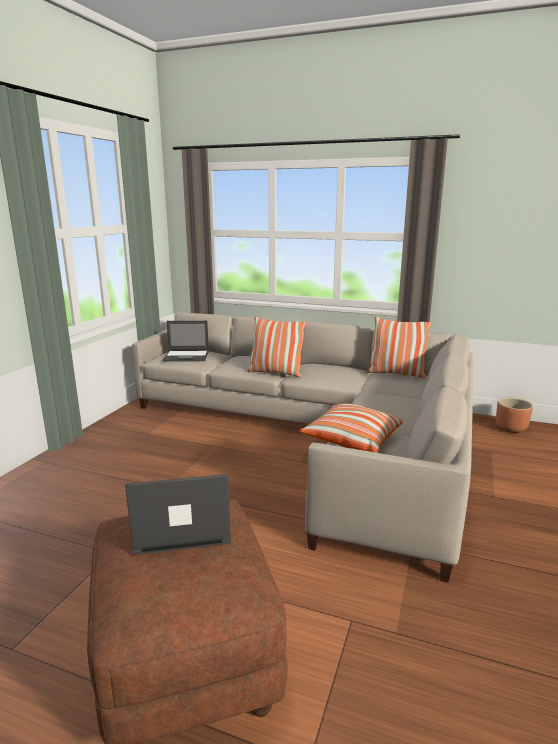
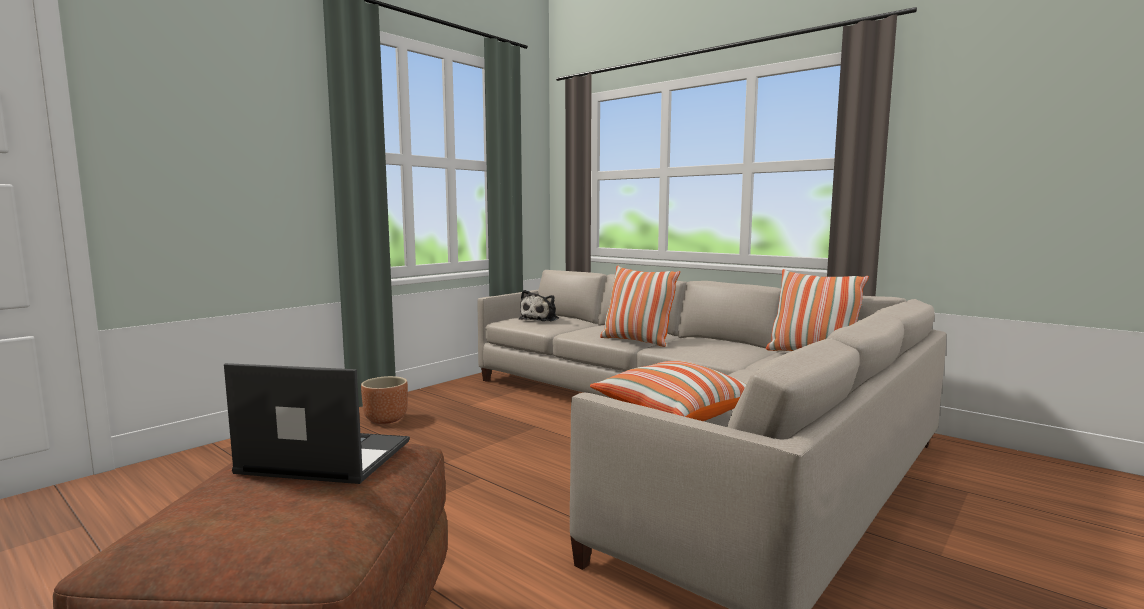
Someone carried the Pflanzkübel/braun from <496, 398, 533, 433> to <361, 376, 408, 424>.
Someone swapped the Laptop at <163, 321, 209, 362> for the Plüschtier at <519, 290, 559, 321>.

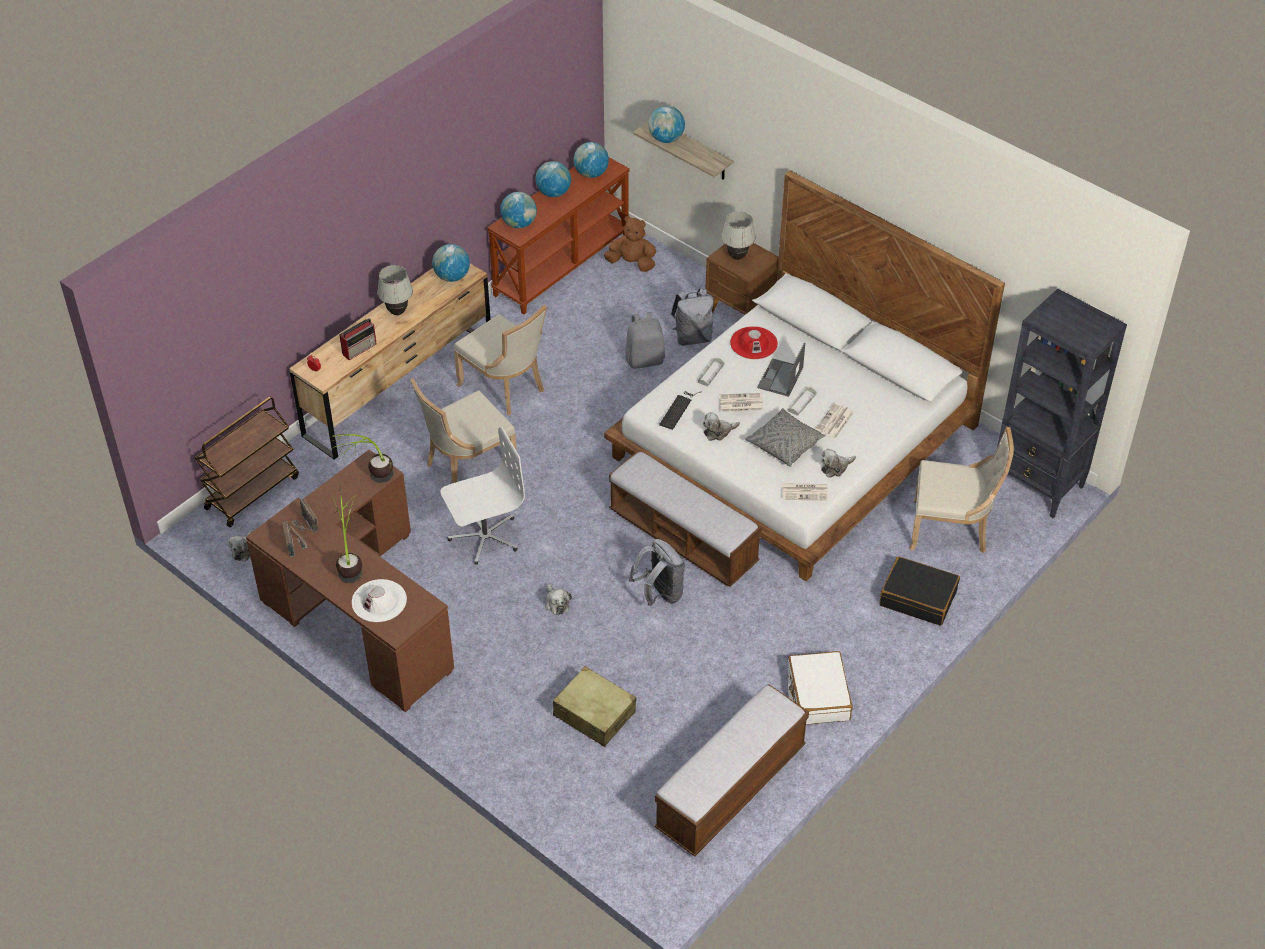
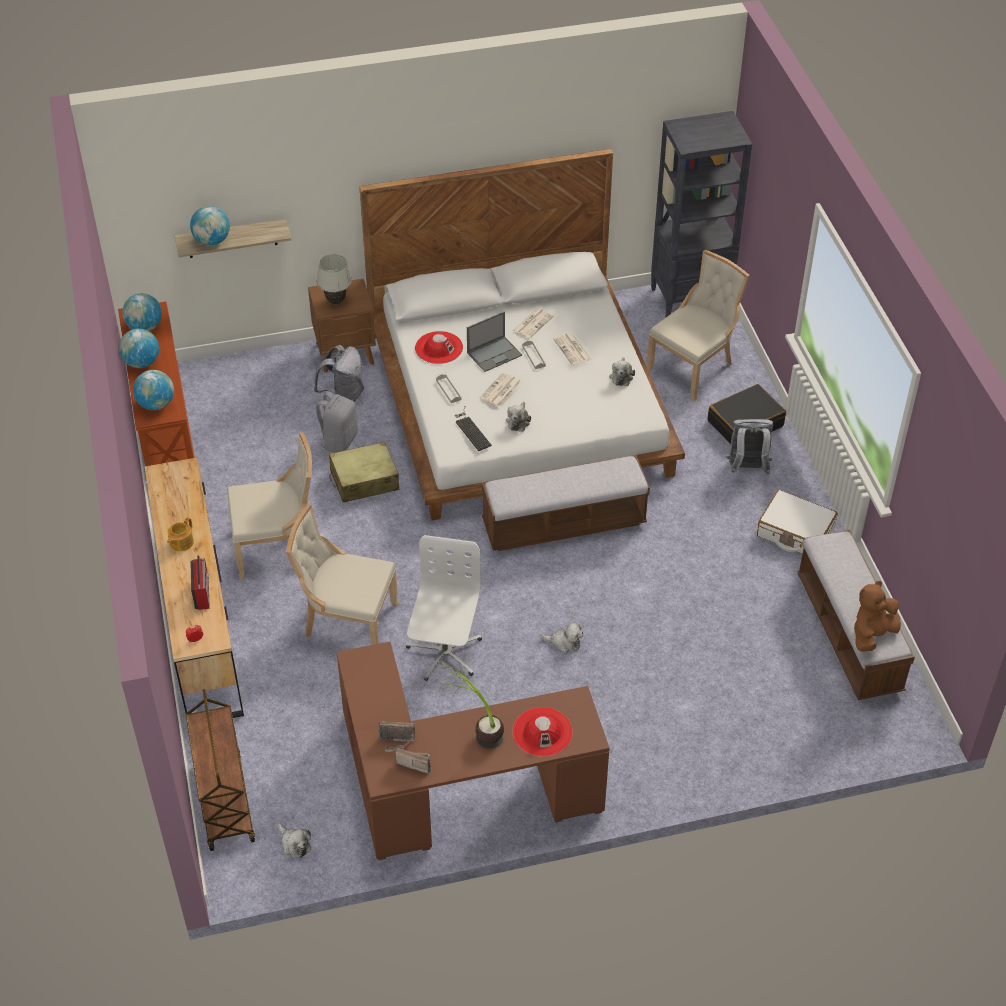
Someone swapped the Tischlampe/weiß at <377, 265, 413, 315> for the Teekanne at <167, 517, 194, 551>.
Someone rotated the Stuhl/beige at <410, 378, 516, 483> by 105 degrees clockwise.
Someone carried the Koffer/beige from <553, 666, 637, 747> to <329, 442, 399, 503>.
Someone rotated the Laptop at <757, 343, 805, 397> by 90 degrees counterclockwise.
Someone repainted the Hut/weiß at <352, 579, 407, 622>, which became the Hut/rot at <512, 707, 573, 757>.
Someone carried the Zeitung from <783, 483, 828, 501> to <513, 308, 554, 339>.
Someone carried the Rucksack/grau from <629, 539, 685, 606> to <727, 419, 773, 475>.
Someone carried the Plüschtier/braun from <604, 216, 656, 272> to <854, 581, 901, 652>.
Someone took away the Topfpflanze at <329, 434, 394, 483>.
Someone took away the Globus at <432, 244, 470, 282>.
Someone took away the Kissen/grau at <745, 408, 826, 467>.

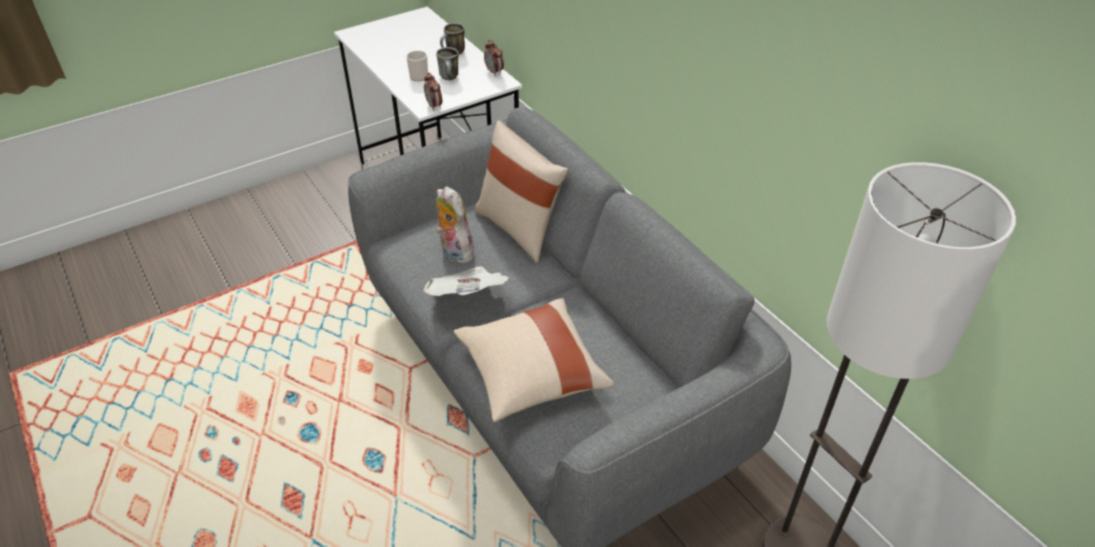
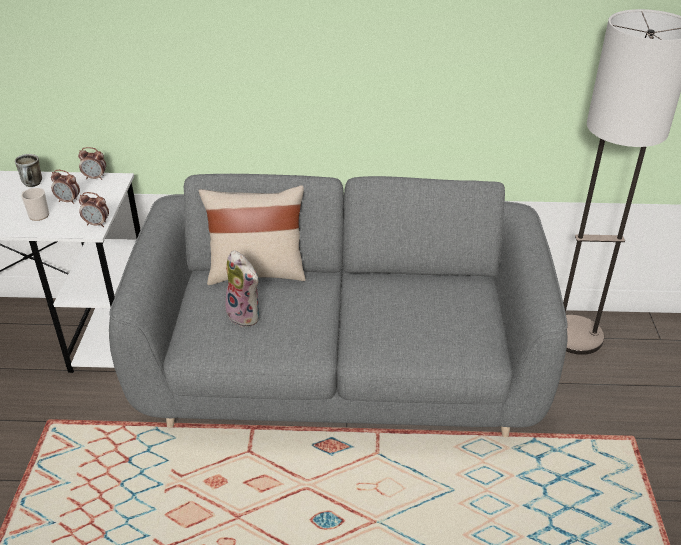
Someone swapped the Henkelbecher at <436, 47, 459, 80> for the Wecker at <51, 170, 80, 204>.
Someone rotated the Plüschtier at <436, 186, 474, 264> by 135 degrees counterclockwise.
Someone took away the Zeitung at <423, 266, 510, 296>.
Someone took away the Kissen/beige at <454, 298, 615, 422>.

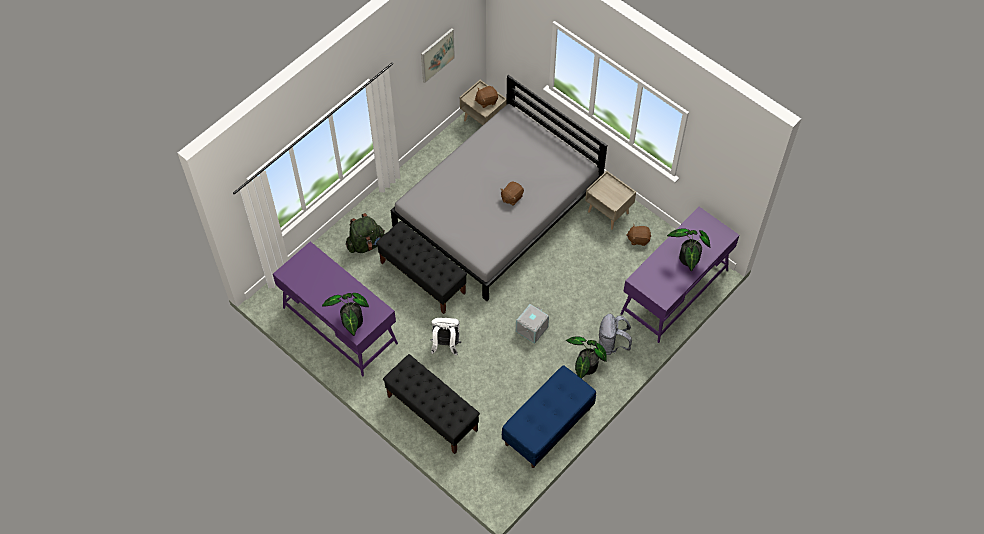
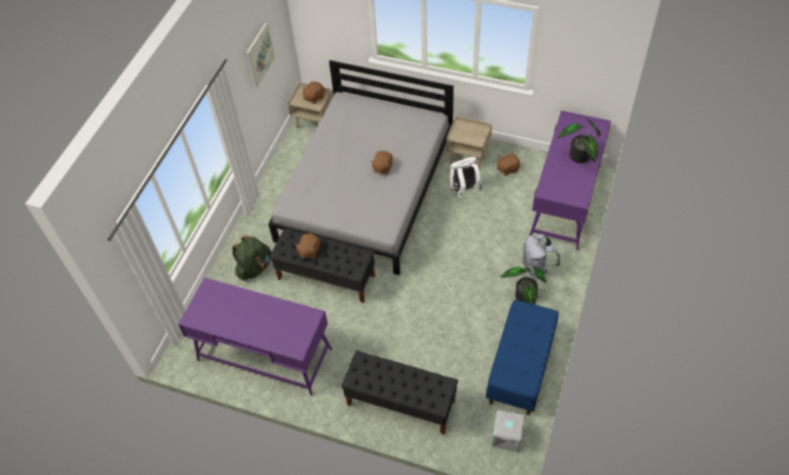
Someone put down the Plüschtier/braun at <295, 233, 320, 259>.
Someone carried the Rucksack/weiß from <430, 318, 461, 356> to <451, 157, 483, 198>.
Someone carried the Aufbewahrungsbox/grau from <516, 304, 549, 344> to <492, 410, 525, 452>.
Someone took away the Topfpflanze at <322, 293, 369, 336>.

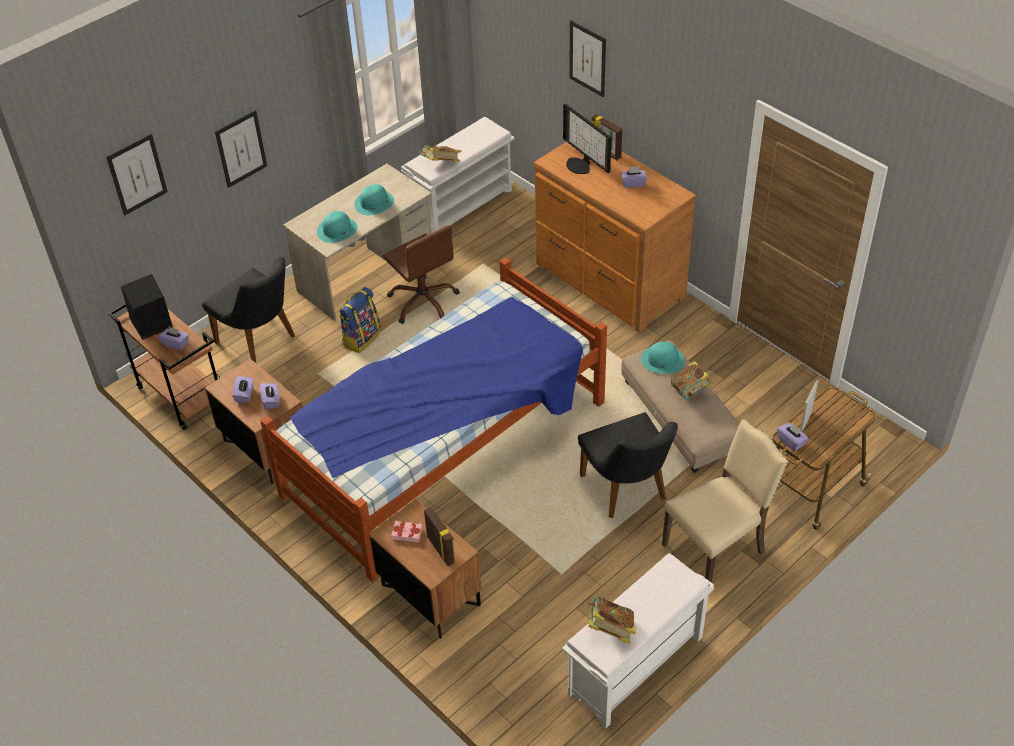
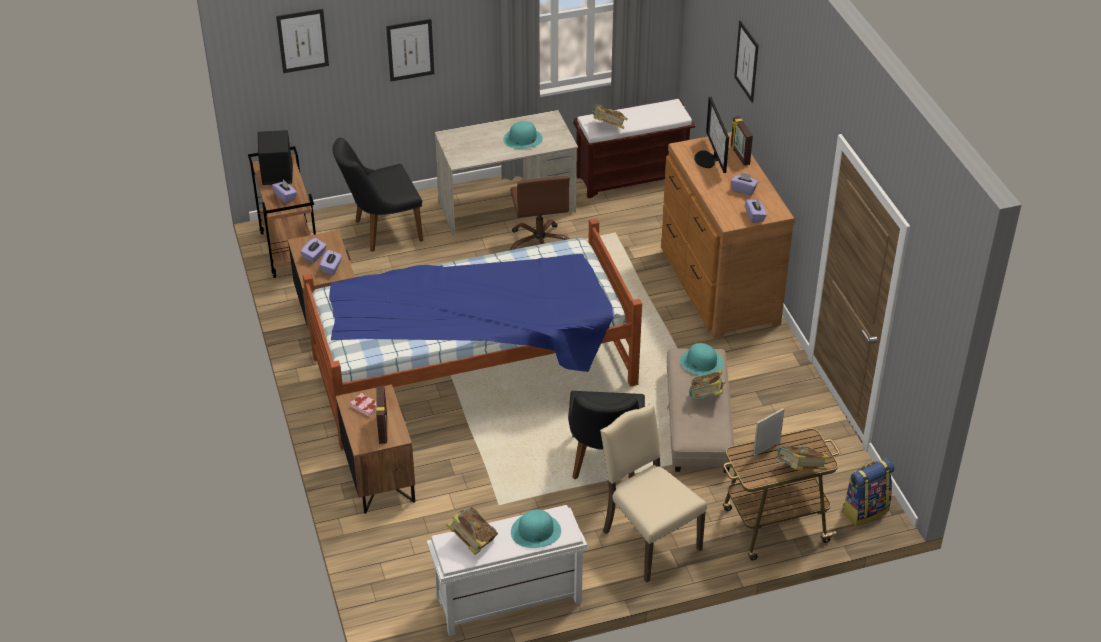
Someone rotated the Stuhl/schwarz at <202, 257, 295, 363> by 90 degrees clockwise.
Someone carried the Hut/türkis from <317, 211, 357, 243> to <511, 510, 561, 548>.
Someone repainted the Bank/weiß at <401, 117, 515, 233>, which became the Bank/braun at <573, 99, 695, 198>.
Someone rotated the Stuhl/beige at <662, 420, 788, 583> by 120 degrees counterclockwise.
Someone carried the Taschentuchbox/lila from <777, 423, 809, 451> to <745, 199, 767, 223>.
Someone put down the Buch at <776, 446, 830, 470>.
Someone carried the Rucksack from <339, 287, 381, 353> to <842, 458, 894, 526>.

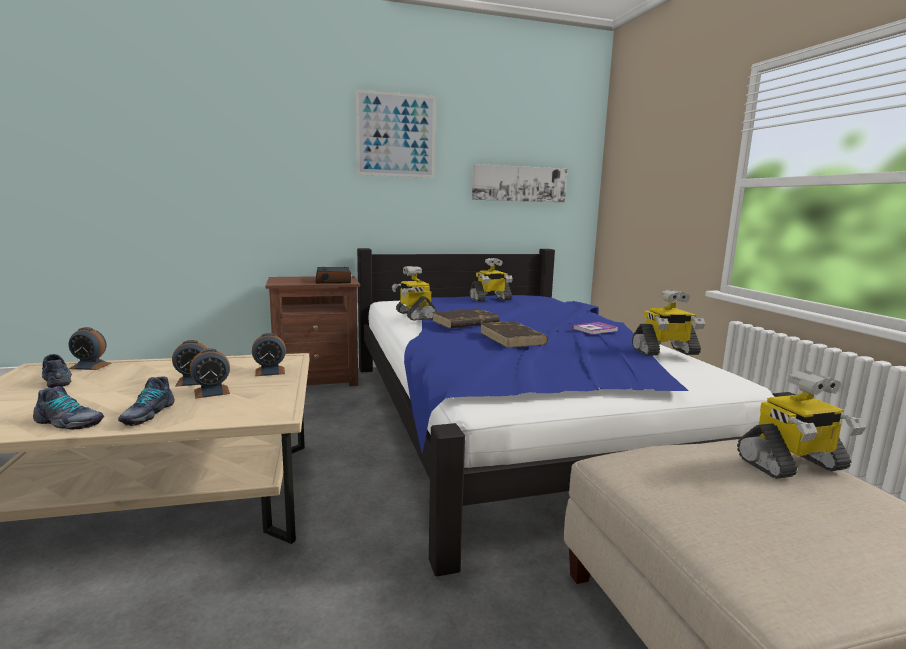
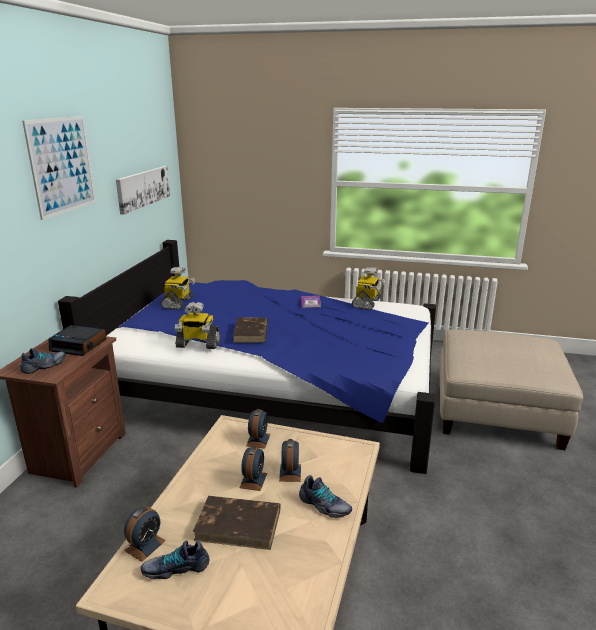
Someone carried the Schuh from <33, 386, 104, 430> to <20, 348, 66, 374>.
Someone carried the Buch/braun from <480, 321, 548, 348> to <193, 496, 281, 550>.
Someone took away the Spielzeugroboter at <737, 370, 866, 479>.

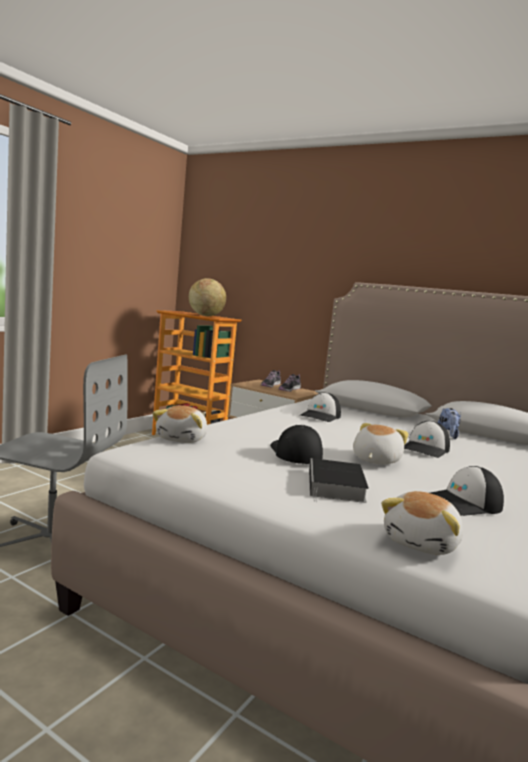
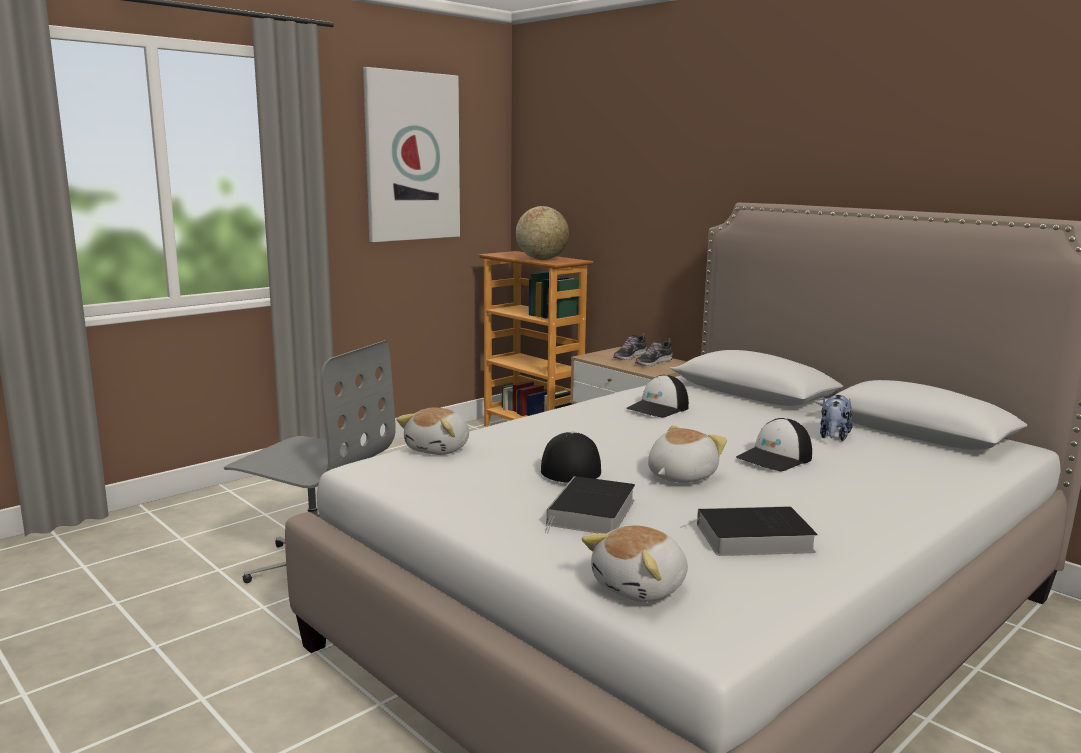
Someone put up the Bild at <363, 67, 460, 242>.
Someone swapped the Kappe at <431, 466, 504, 516> for the Buch at <681, 506, 818, 556>.

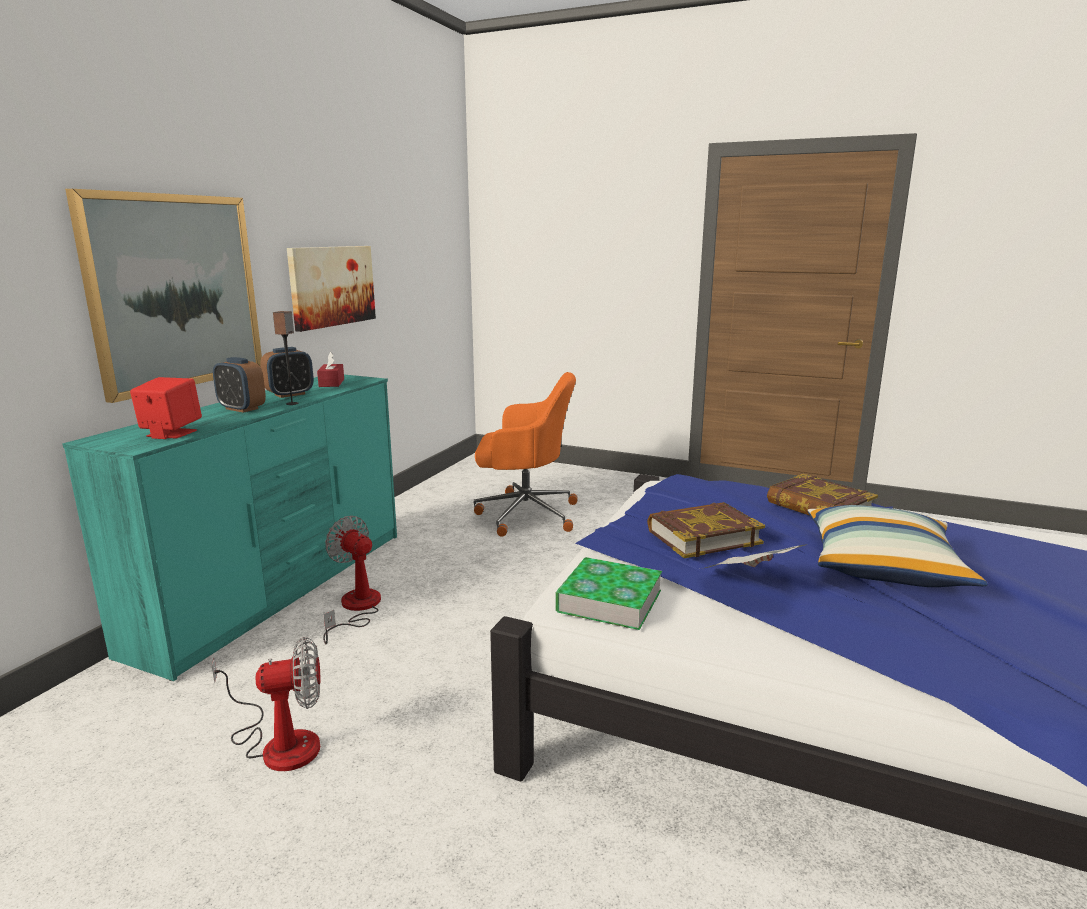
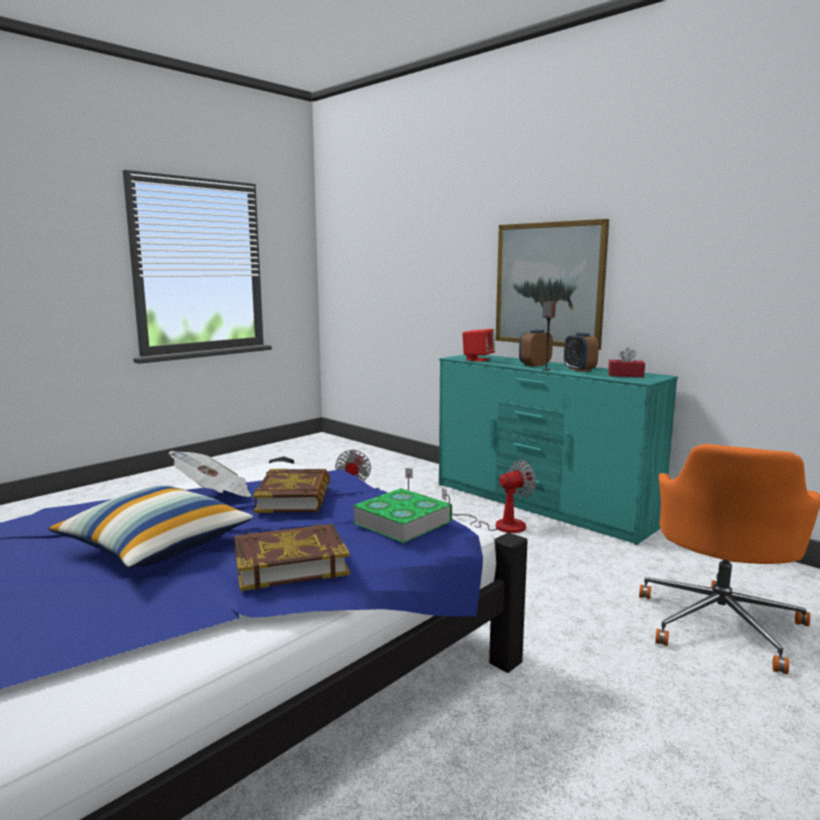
Someone carried the Buch from <555, 557, 662, 630> to <353, 488, 452, 543>.
Someone took away the Bild at <287, 246, 376, 332>.

